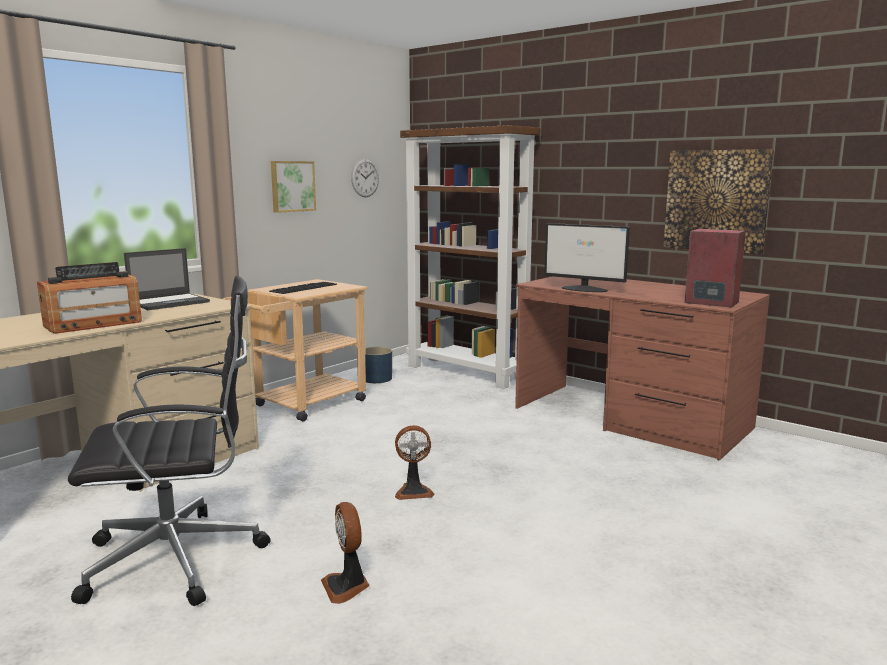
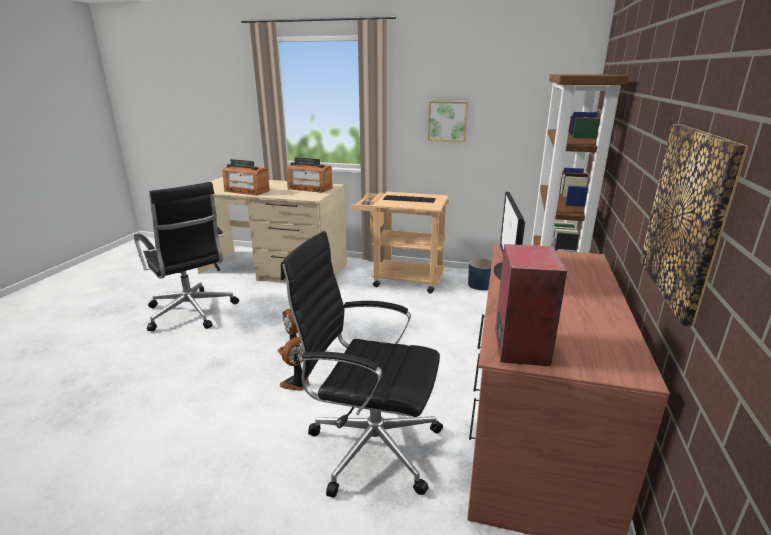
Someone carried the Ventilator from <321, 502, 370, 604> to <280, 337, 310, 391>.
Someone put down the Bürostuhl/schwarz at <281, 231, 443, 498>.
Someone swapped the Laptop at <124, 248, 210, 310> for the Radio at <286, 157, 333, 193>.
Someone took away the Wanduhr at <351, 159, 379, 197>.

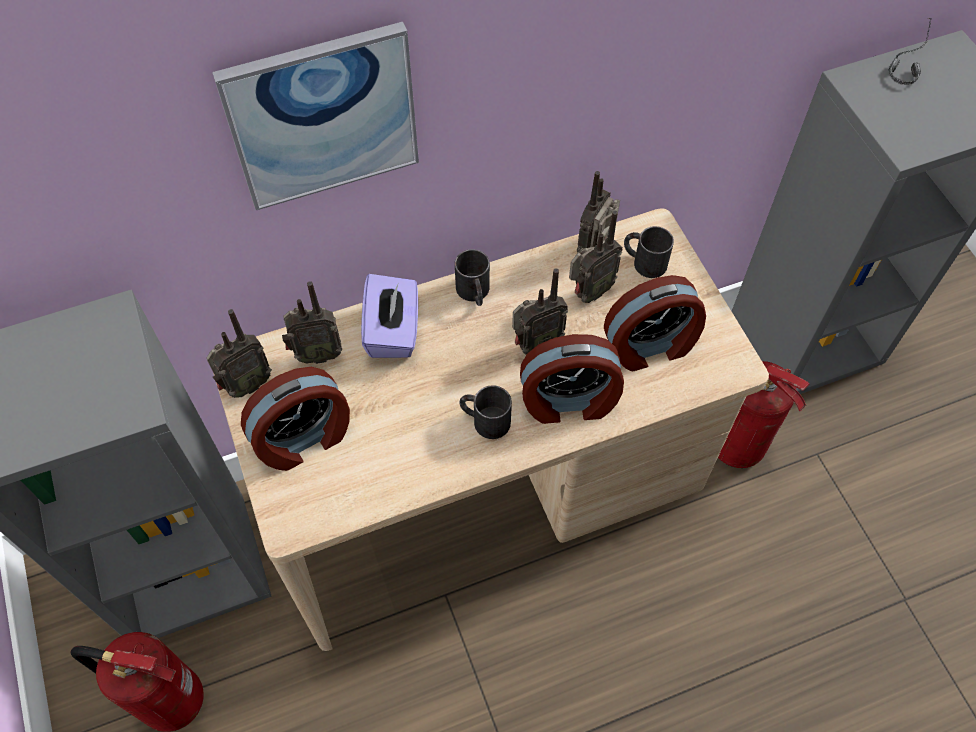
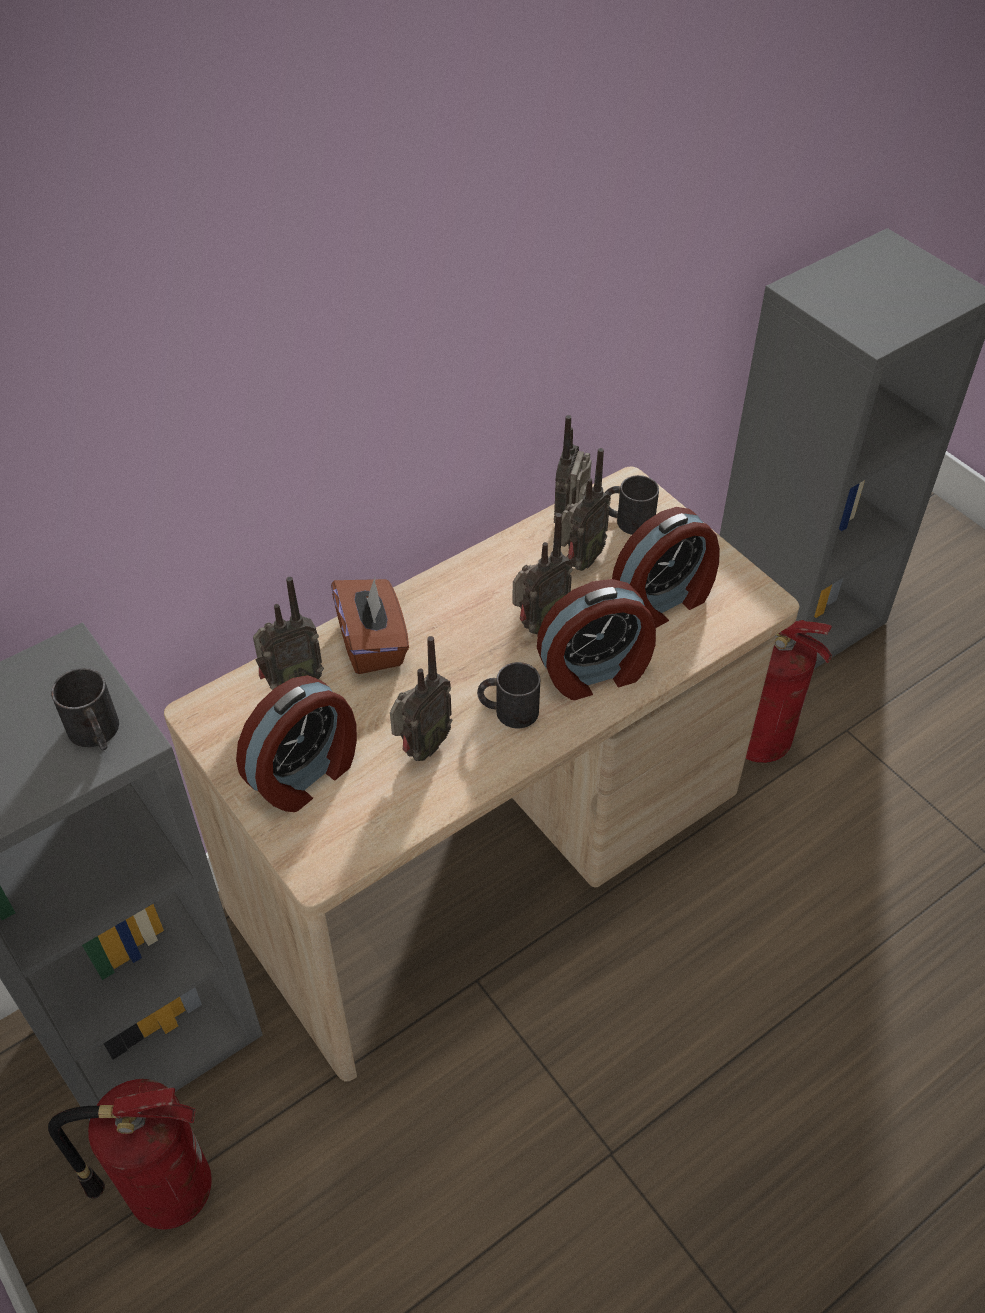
Someone carried the Henkelbecher/schwarz from <455, 249, 490, 306> to <51, 668, 119, 750>.
Someone repainted the Taschentuchbox/lila at <361, 274, 418, 358>, which became the Taschentuchbox/braun at <331, 578, 409, 674>.
Someone carried the Radio from <206, 309, 272, 398> to <390, 636, 452, 761>.
Someone took away the Bild at <212, 22, 419, 210>.
Someone took away the Kopfhörer at <888, 18, 932, 85>.

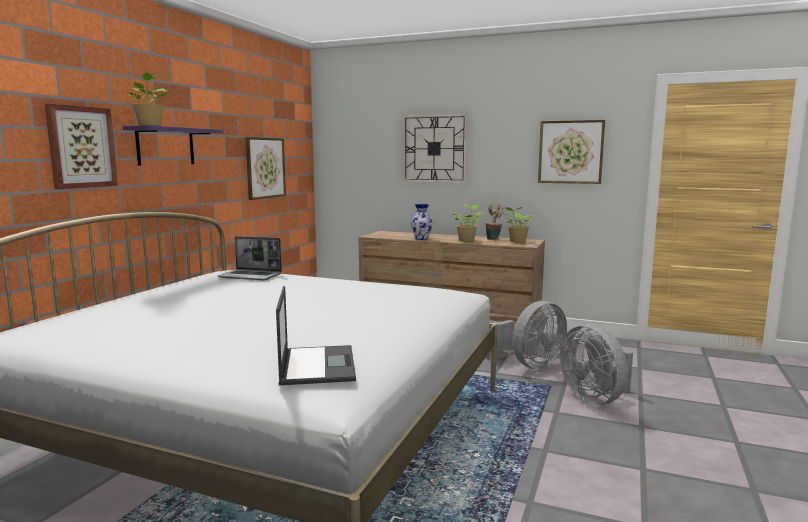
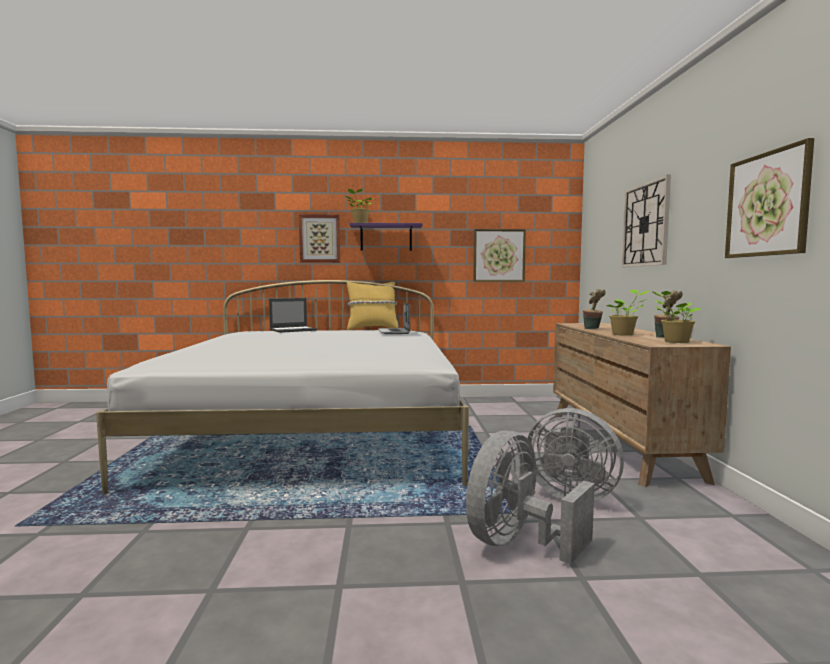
Someone carried the Laptop from <276, 286, 356, 385> to <269, 298, 318, 333>.
Someone put down the Kissen/gelb at <347, 282, 398, 330>.
Someone swapped the Vase at <411, 204, 433, 240> for the Topfpflanze at <583, 289, 606, 329>.

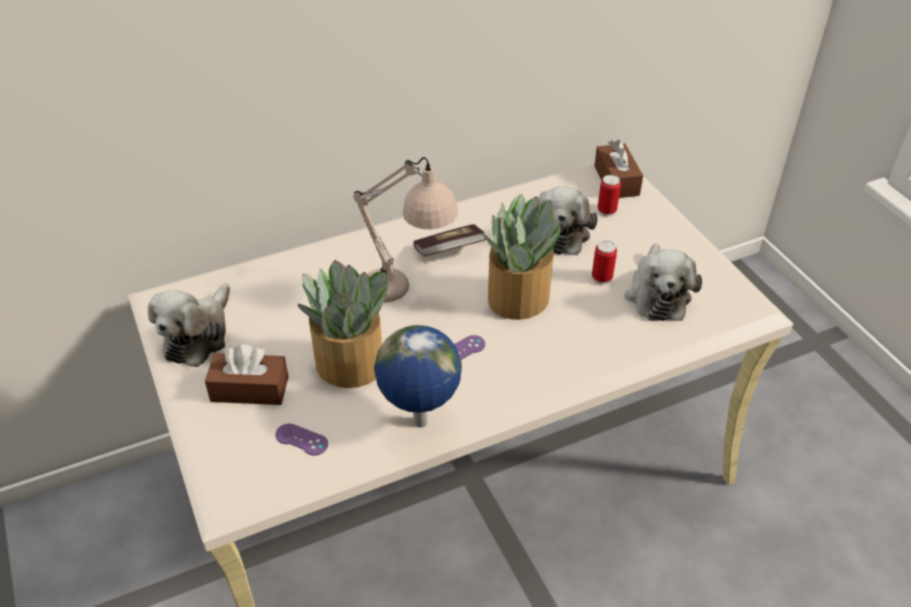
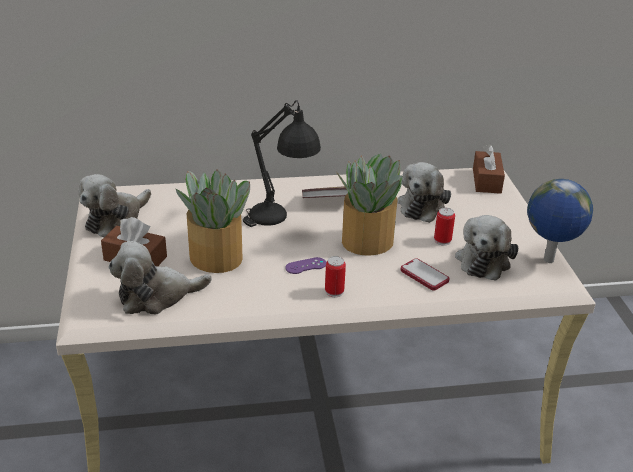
Someone swapped the Gamepad/lila at <275, 424, 328, 455> for the Plüschtier at <109, 241, 212, 315>.
Someone repainted the Tischlampe/beige at <353, 157, 458, 303>, which became the Tischlampe/schwarz at <243, 100, 321, 227>.
Someone carried the Dose from <598, 175, 621, 216> to <325, 256, 346, 297>.
Someone put down the Handy at <400, 258, 449, 291>.
Someone carried the Globus from <374, 325, 462, 427> to <527, 179, 593, 263>.

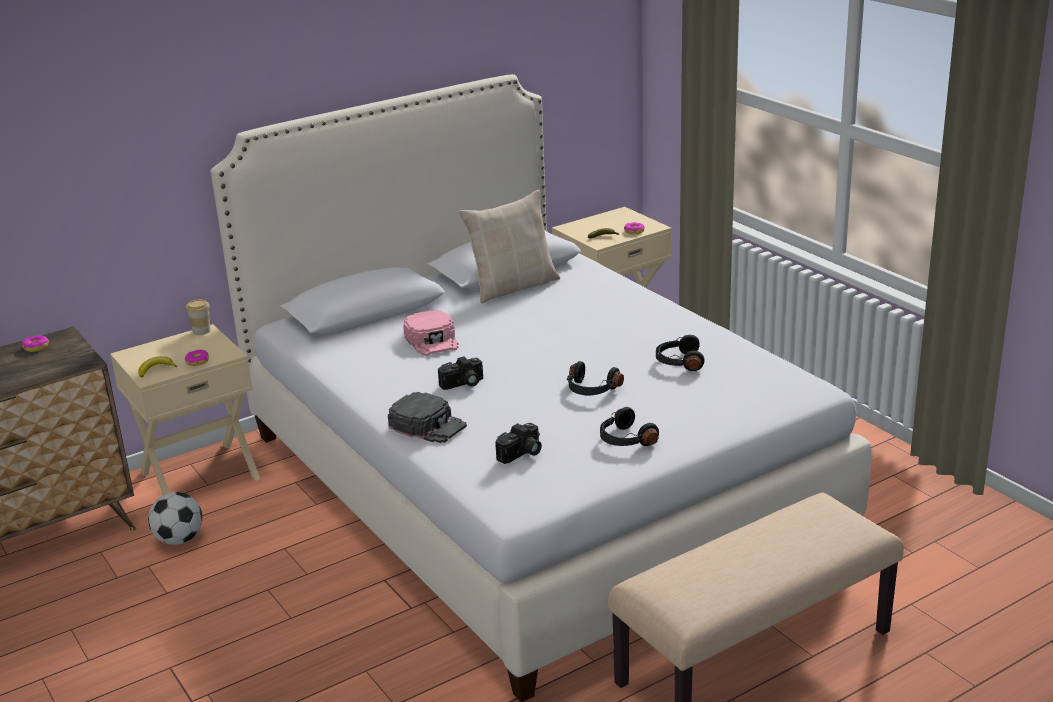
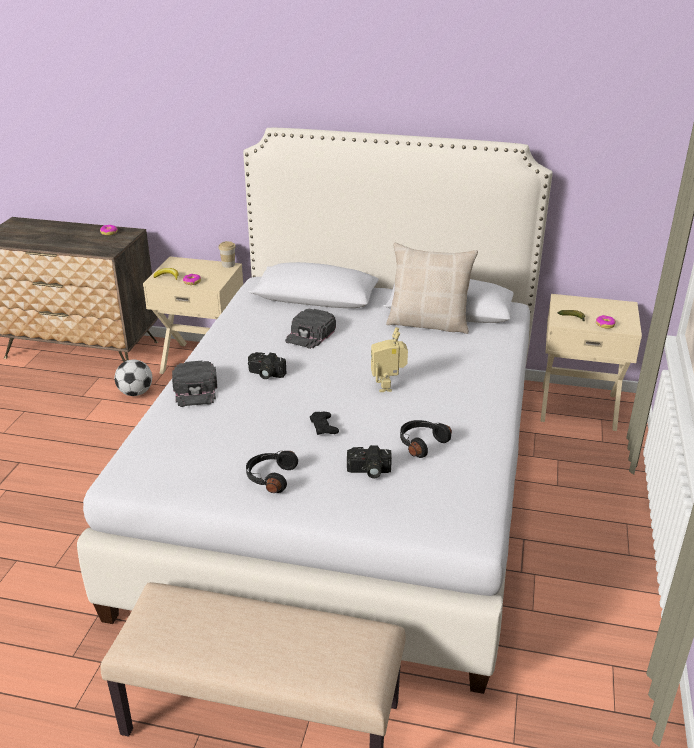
Someone repainted the Kappe/rosa at <403, 310, 459, 356>, which became the Kappe/schwarz at <285, 309, 336, 349>.
Someone swapped the Kopfhörer/schwarz at <567, 361, 624, 395> for the Gamepad/schwarz at <310, 412, 339, 435>.
Someone carried the Kamera from <495, 423, 542, 464> to <347, 445, 392, 479>.
Someone put down the Spielzeugroboter at <371, 327, 408, 392>.

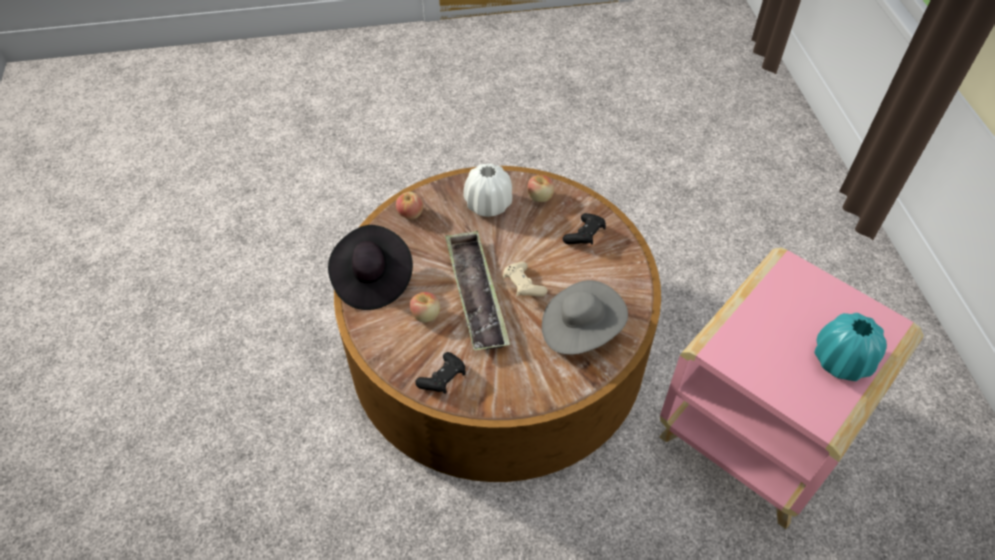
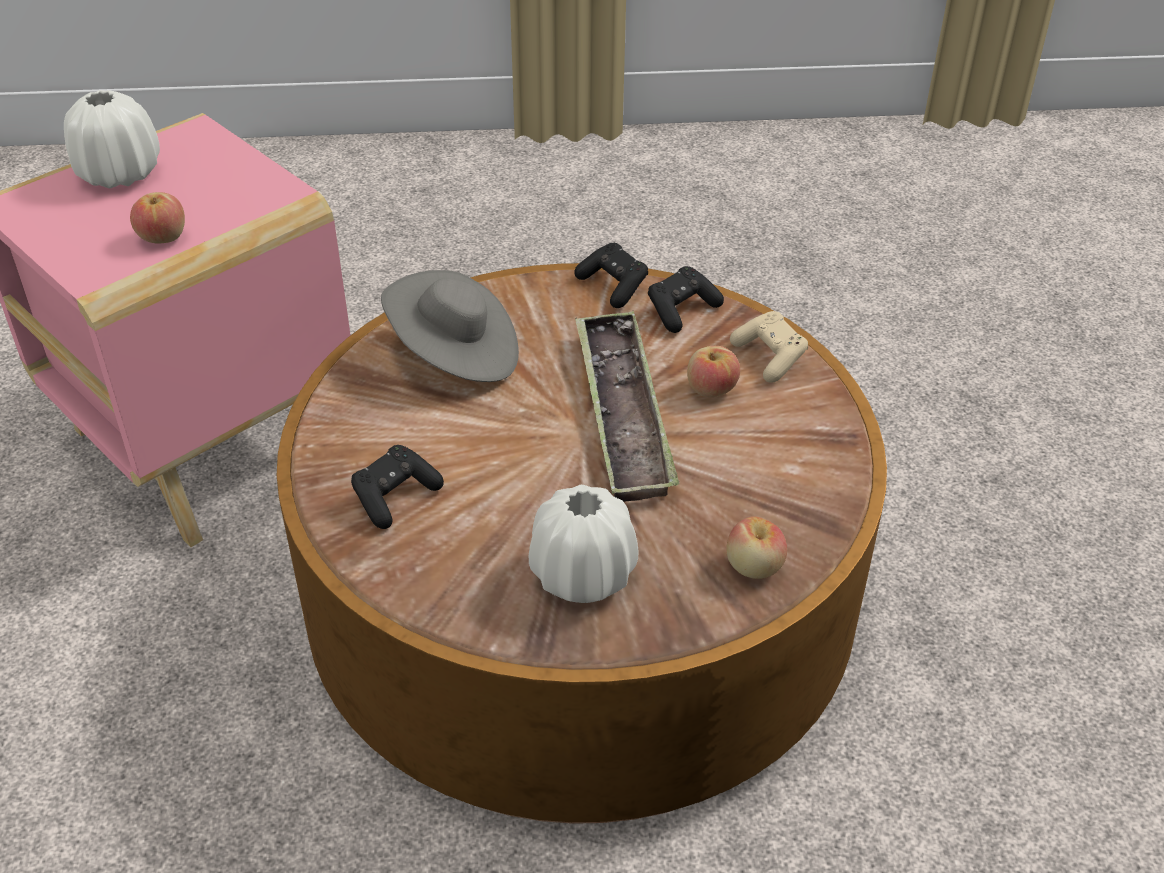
Someone repainted the Vase/türkis at <814, 313, 887, 381>, which became the Vase/weiß at <64, 90, 160, 188>.
Someone carried the Apfel from <527, 175, 554, 202> to <130, 192, 185, 243>.
Someone put down the Gamepad/schwarz at <574, 243, 648, 308>.
Someone carried the Gamepad/beige from <503, 262, 547, 297> to <730, 311, 808, 383>.
Someone took away the Hut/schwarz at <328, 225, 413, 310>.

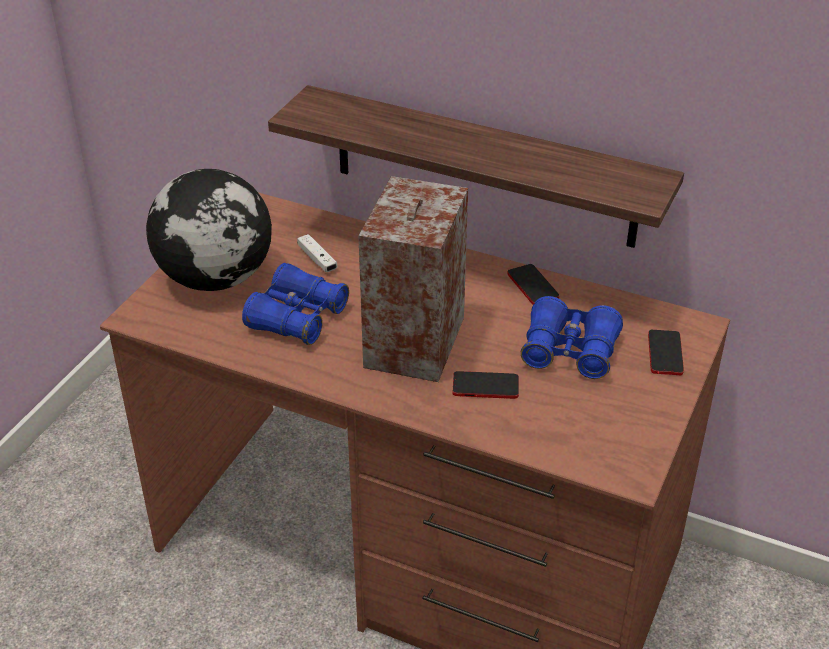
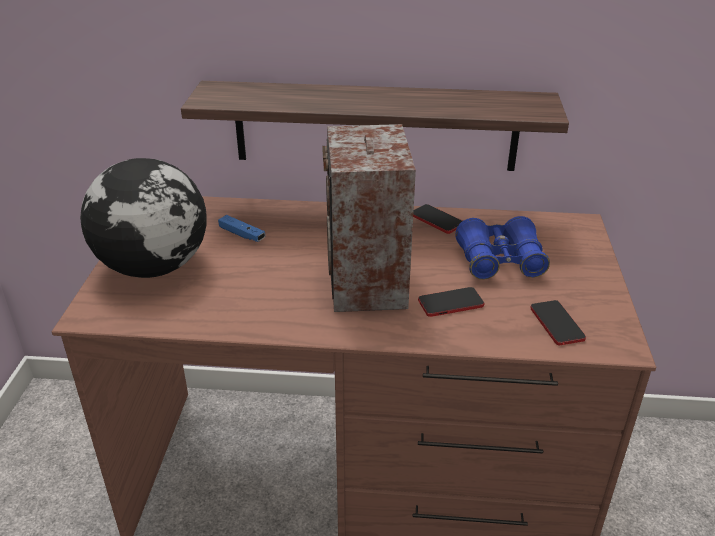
Someone repainted the Gamepad/weiß at <297, 234, 337, 272>, which became the Gamepad/blau at <218, 215, 265, 242>.
Someone carried the Handy from <648, 330, 684, 375> to <531, 300, 586, 346>.
Someone took away the Fernglas/blau at <242, 263, 349, 345>.

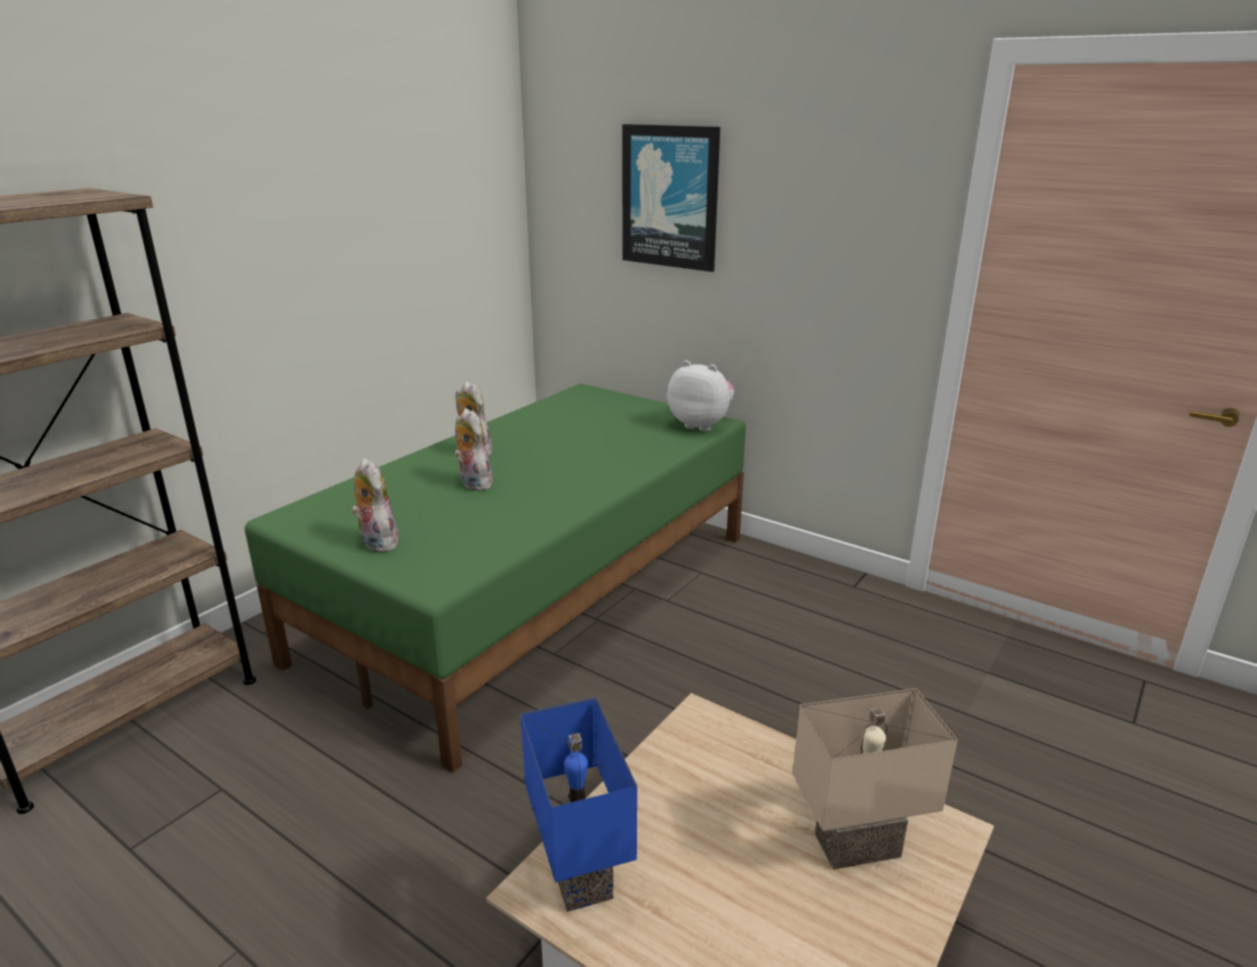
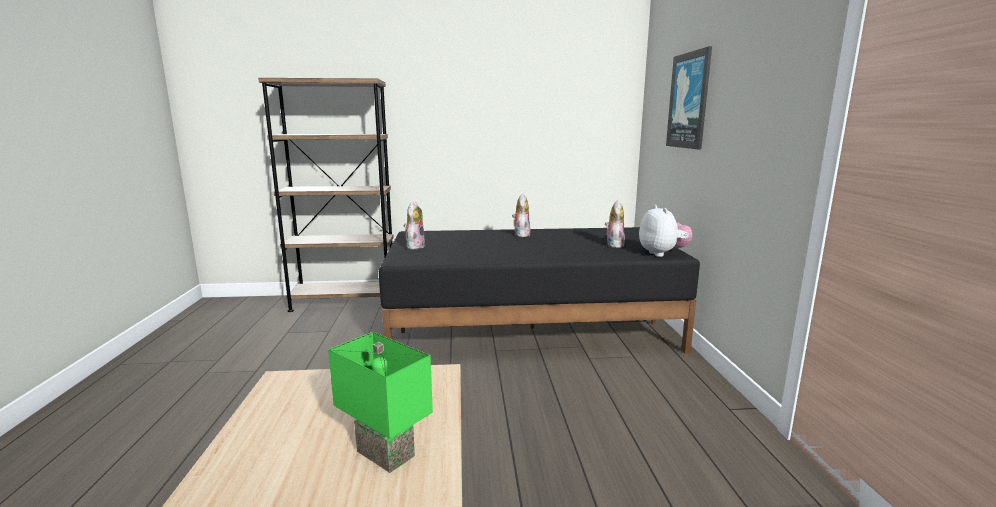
Someone repainted the Tischlampe/beige at <793, 688, 958, 870>, which became the Tischlampe/grün at <328, 332, 433, 473>.
Someone repainted the Bett/grün at <245, 384, 746, 773>, which became the Bett/schwarz at <379, 227, 700, 354>.
Someone carried the Plüschtier from <454, 408, 493, 491> to <605, 200, 625, 248>.
Someone took away the Tischlampe/blau at <520, 698, 637, 912>.

